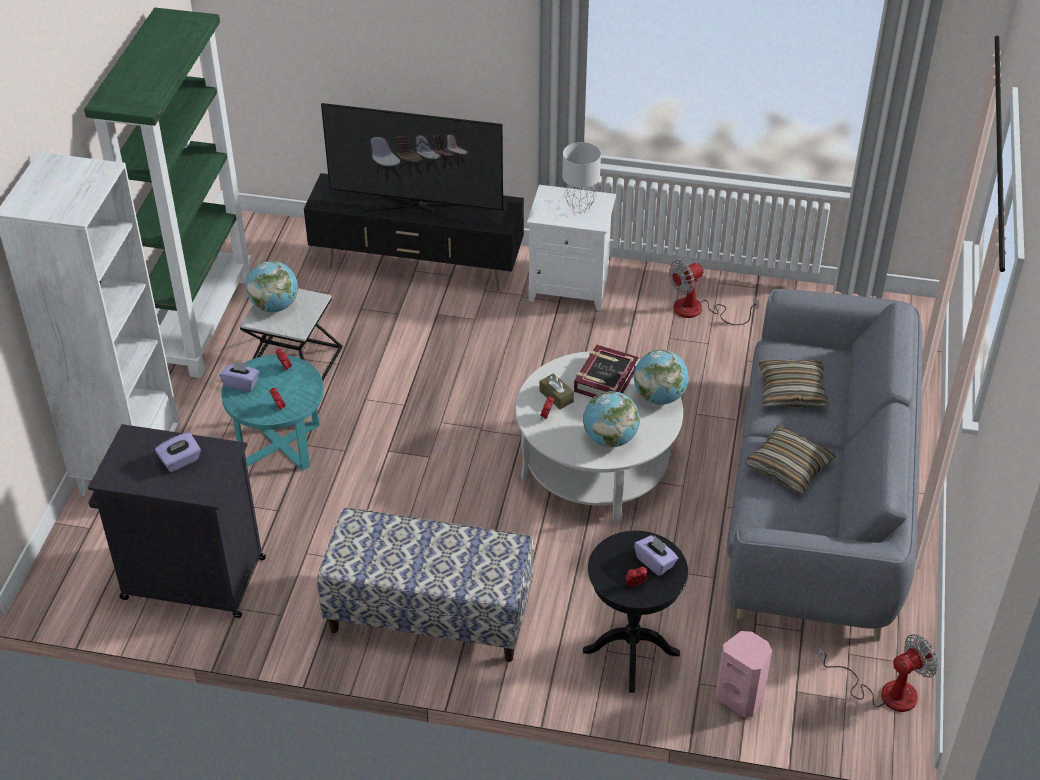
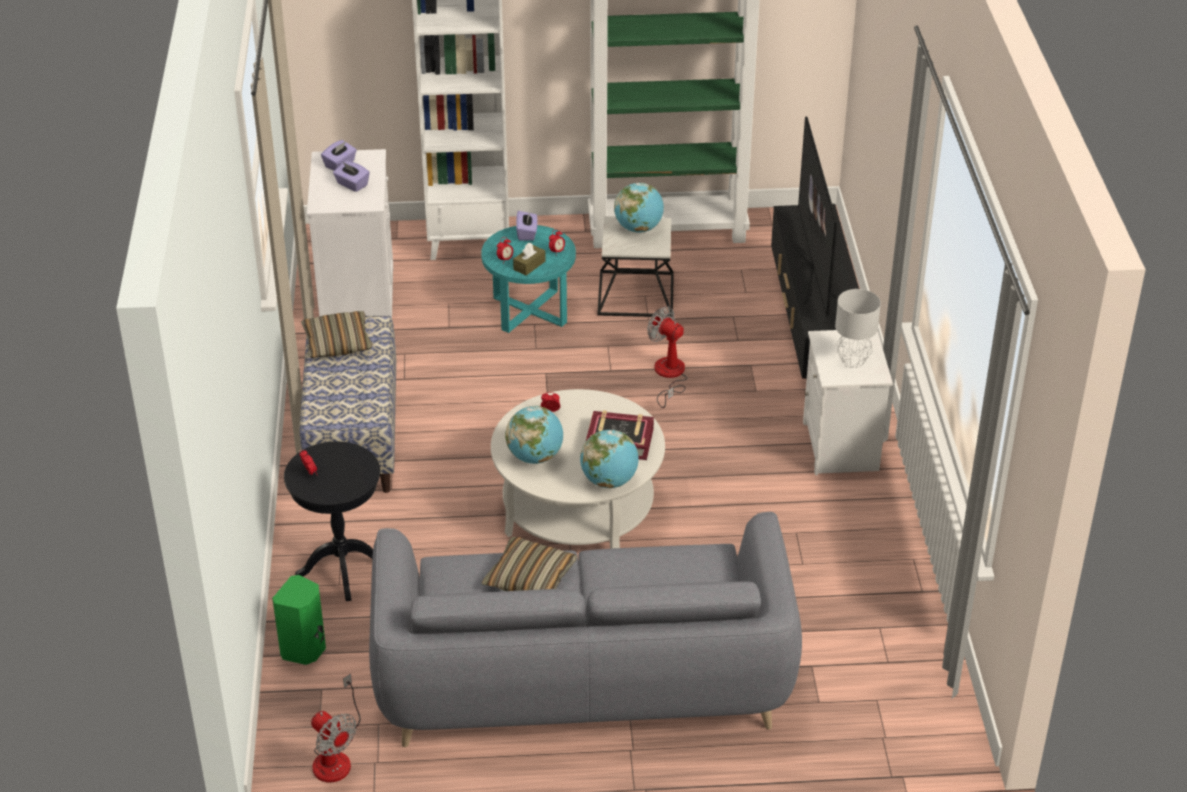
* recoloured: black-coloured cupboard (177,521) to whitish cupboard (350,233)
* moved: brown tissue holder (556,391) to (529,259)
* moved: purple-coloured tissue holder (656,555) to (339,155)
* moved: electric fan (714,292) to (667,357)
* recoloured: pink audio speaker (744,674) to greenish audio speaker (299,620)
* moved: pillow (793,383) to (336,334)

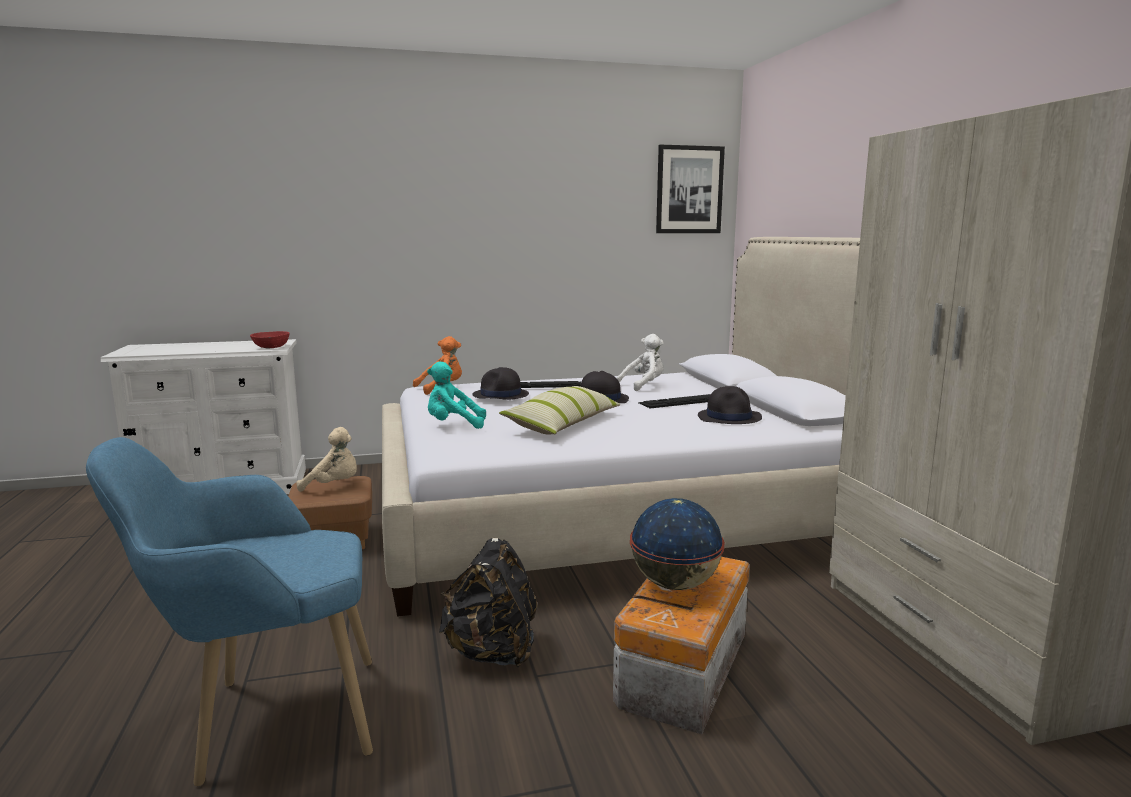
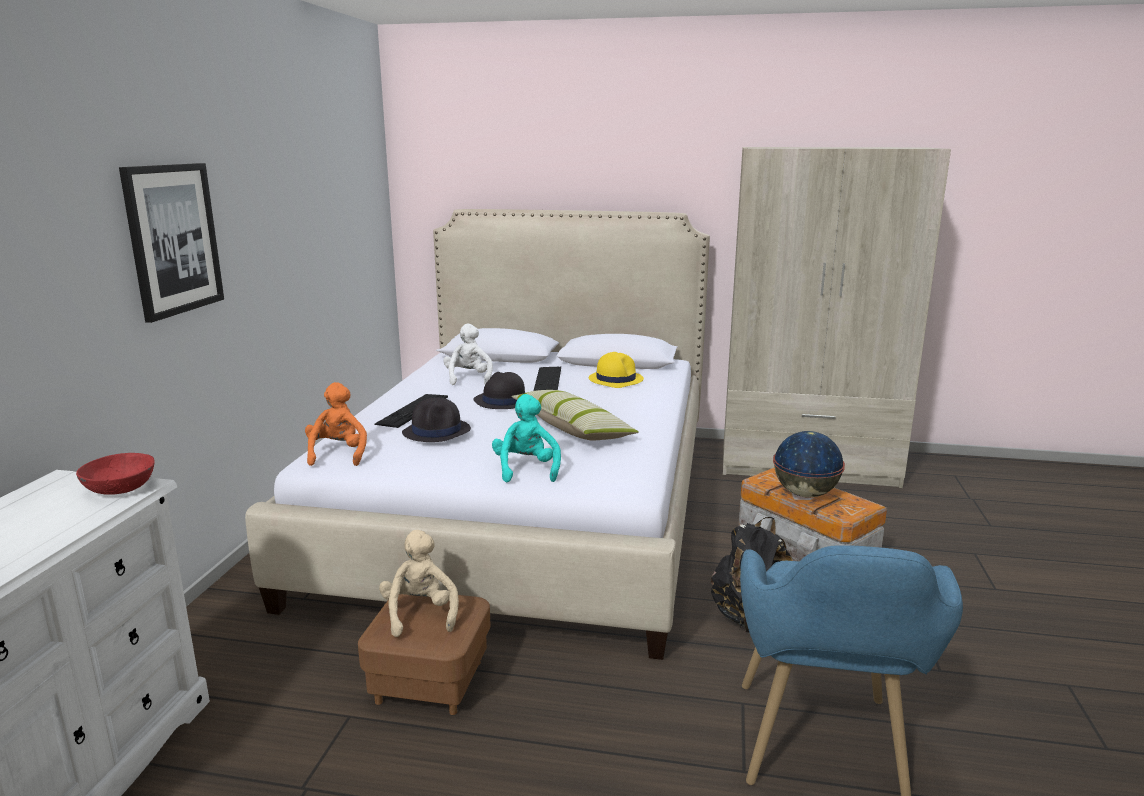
* turned: beige-coloured soft toy (326,459) = (419,583) 45 degrees counterclockwise
* turned: blue-green soft toy (456,395) = (526,438) 150 degrees clockwise
* moved: picture (690,189) to (171,243)
* recoloured: black-coloured clothing hat (730,405) to yellowish clothing hat (616,370)

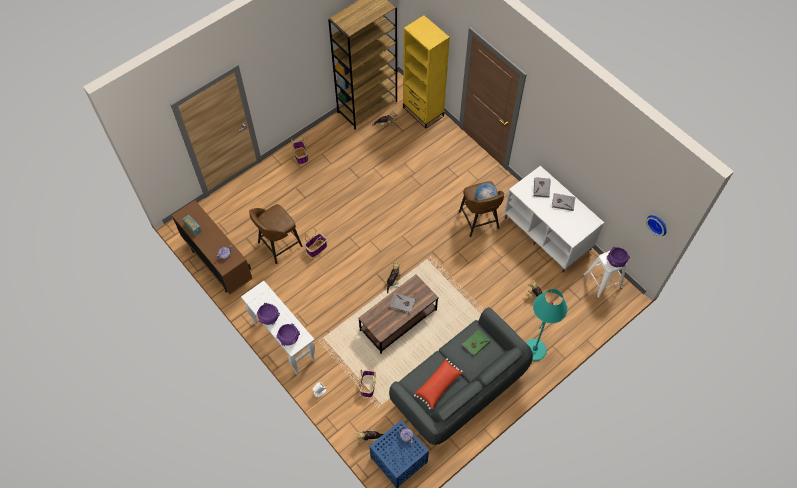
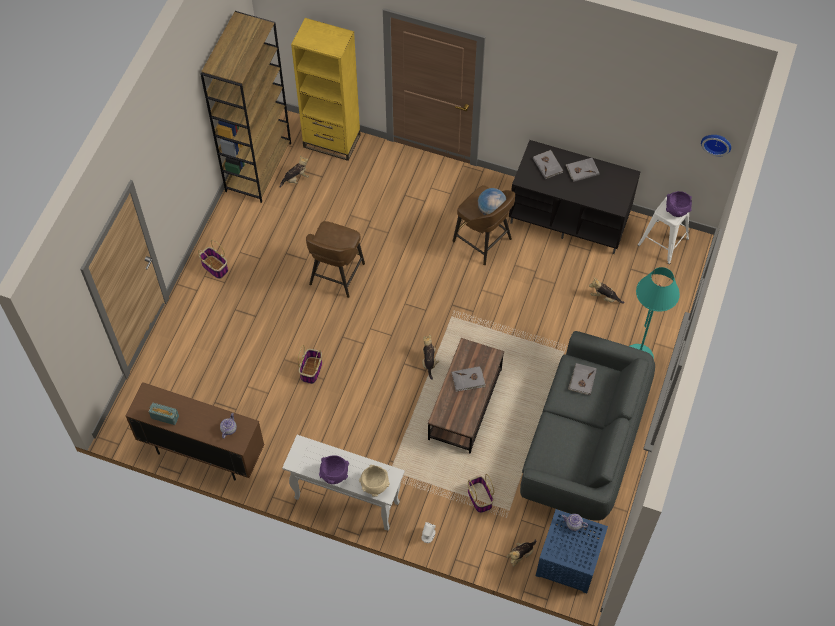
* moved: brown stool seat (275,234) to (335,259)
* recoloured: purple-coloured serving bowl (288,334) to beige-coloured serving bowl (374,481)
* removed: red pillow (438,383)
* recoloured: greenish bound book (476,343) to gray bound book (582,379)
* recoloured: whitish tv unit (554,219) to black-coloured tv unit (574,197)

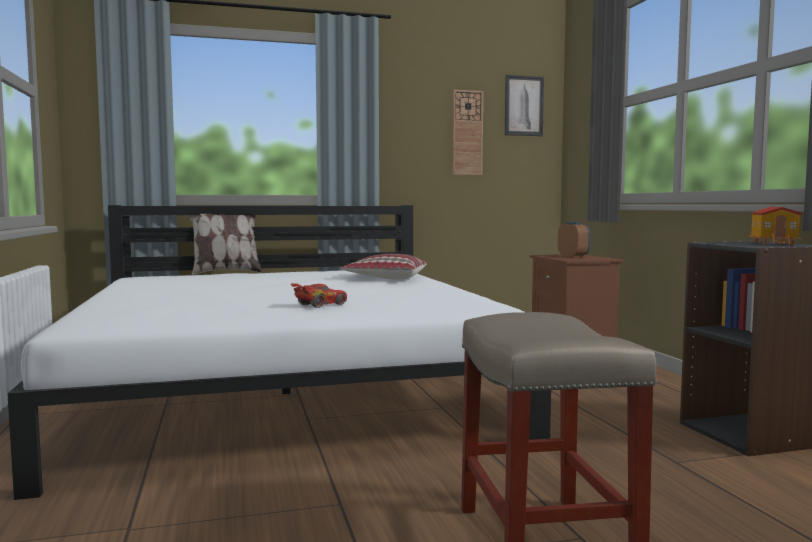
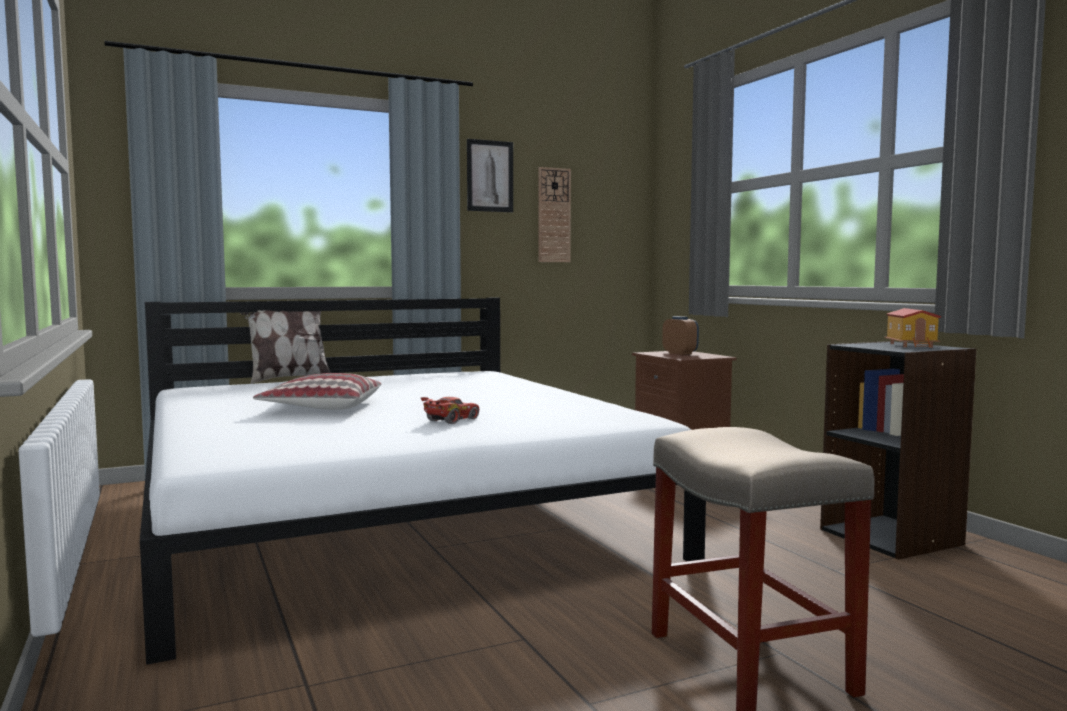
* moved: pillow (383,267) to (317,391)
* moved: picture (524,105) to (490,175)

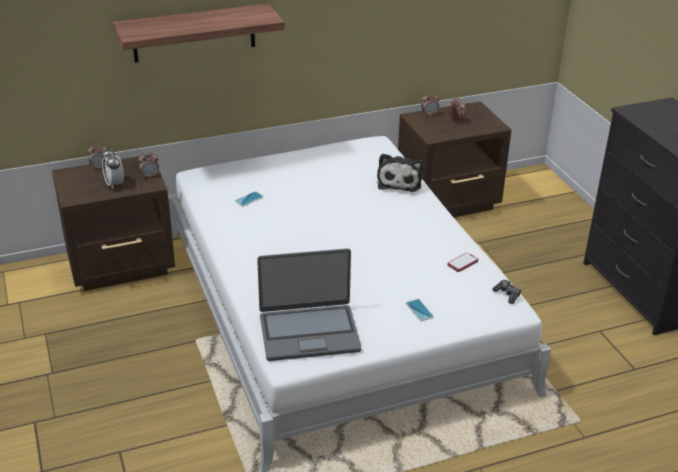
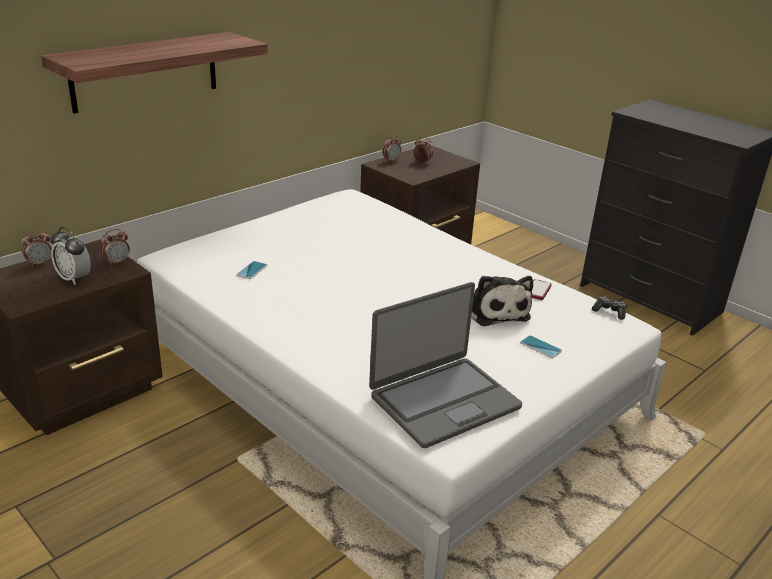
* moved: soft toy (400,172) to (502,301)

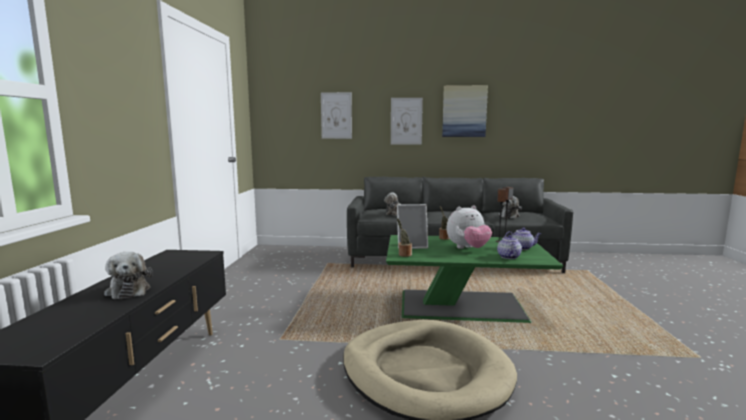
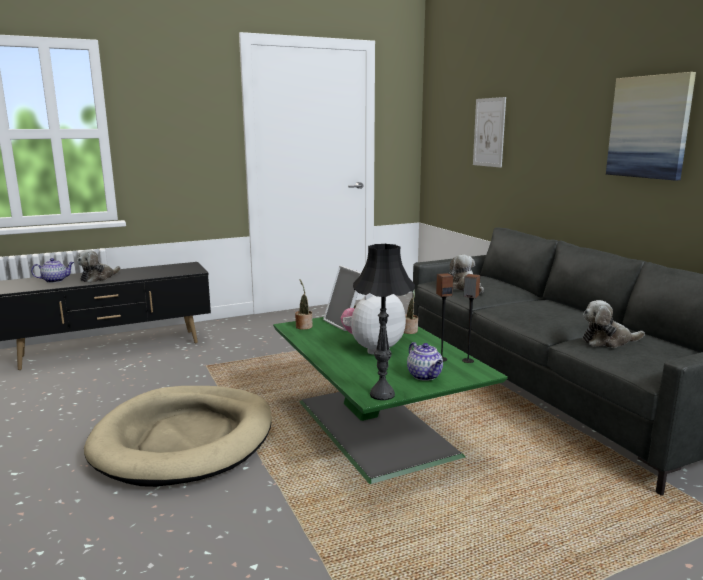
* removed: picture (407,121)
* turned: soft toy (469,227) = (373,323) 105 degrees clockwise
* moved: tea pot (509,247) to (52,270)
* added: black-coloured tabletop lamp (384,322)

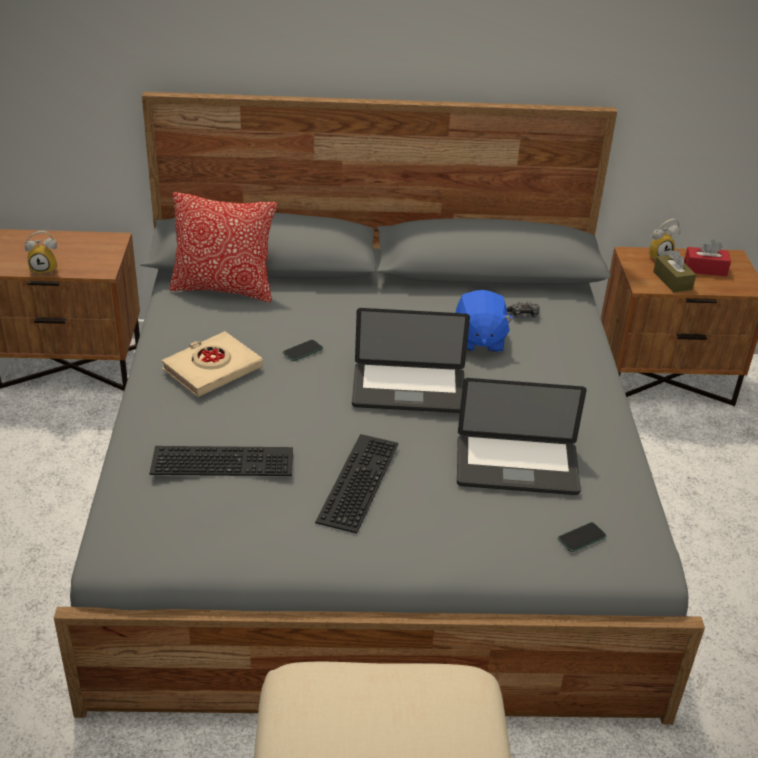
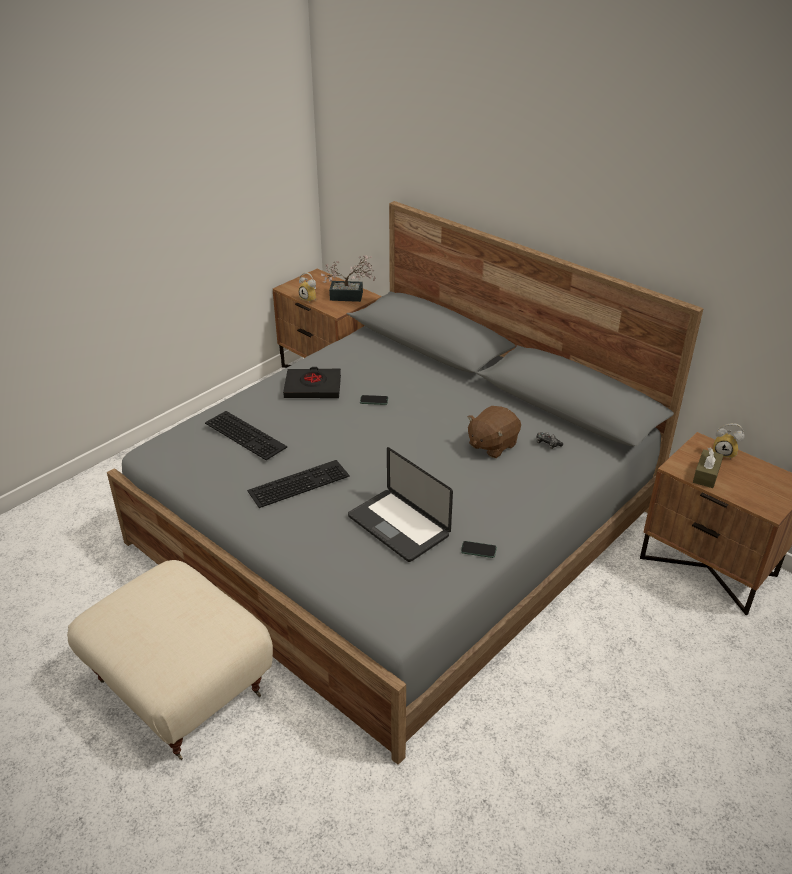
* recoloured: beige-coloured bound book (212,364) to black-coloured bound book (312,382)
* removed: pillow (223,247)
* removed: laptop (411,360)
* recoloured: blue soft toy (485,321) to brown soft toy (494,432)
* moved: telephone (582,537) to (479,549)
* removed: red tissue holder (707,257)
* added: houseplant (348,278)

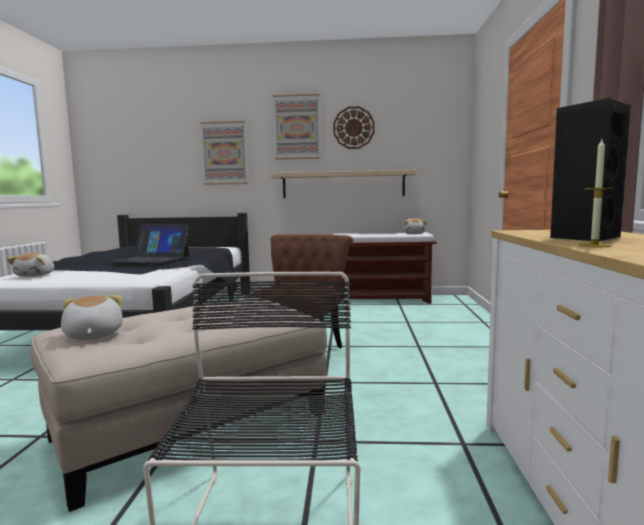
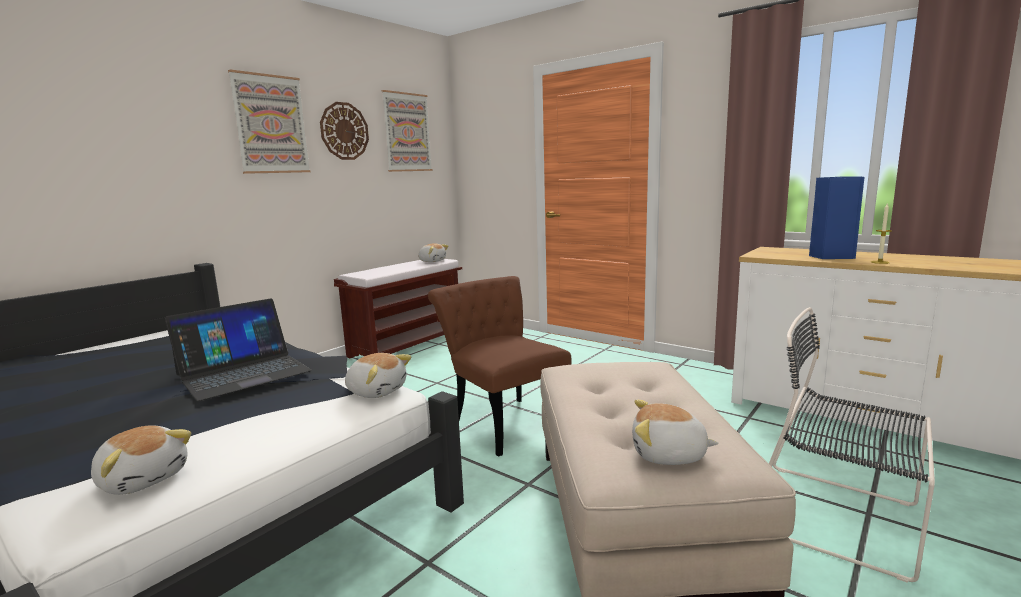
* moved: picture (224,153) to (407,131)
* removed: beige-coloured bracket shelf (343,184)
* recoloured: black-coloured audio speaker (590,170) to blue audio speaker (836,218)
* added: soft toy (378,375)

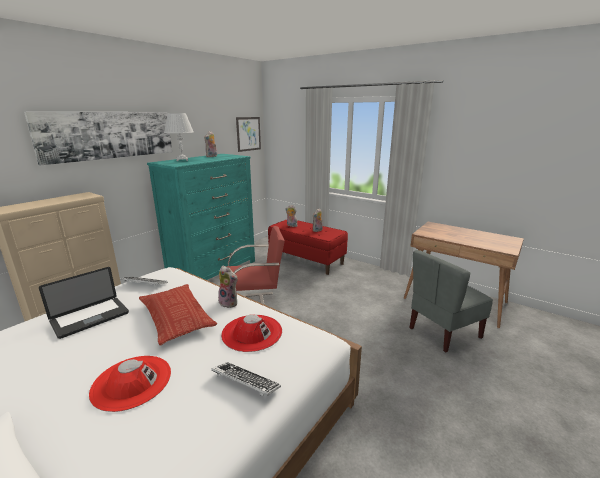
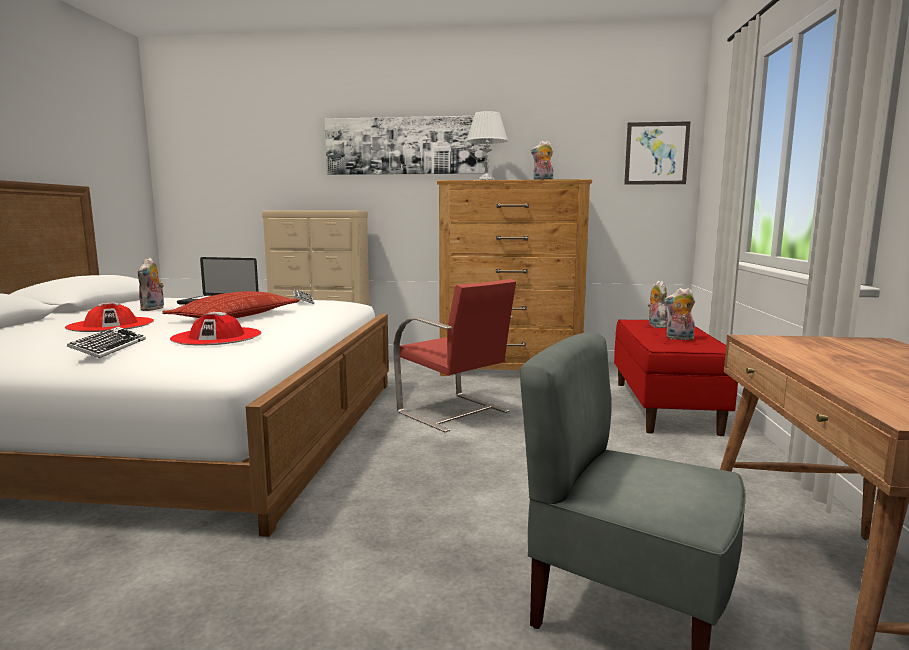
* recoloured: blue-green dresser (201,217) to brown dresser (514,277)
* moved: soft toy (228,286) to (151,284)

